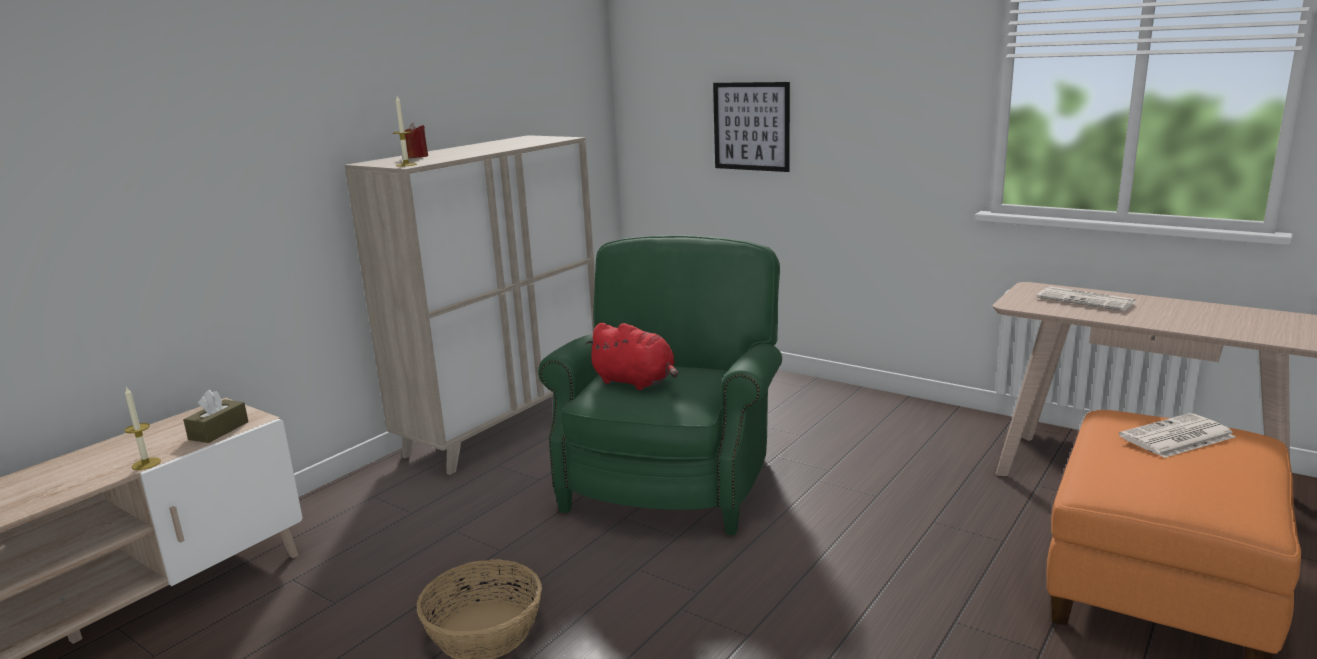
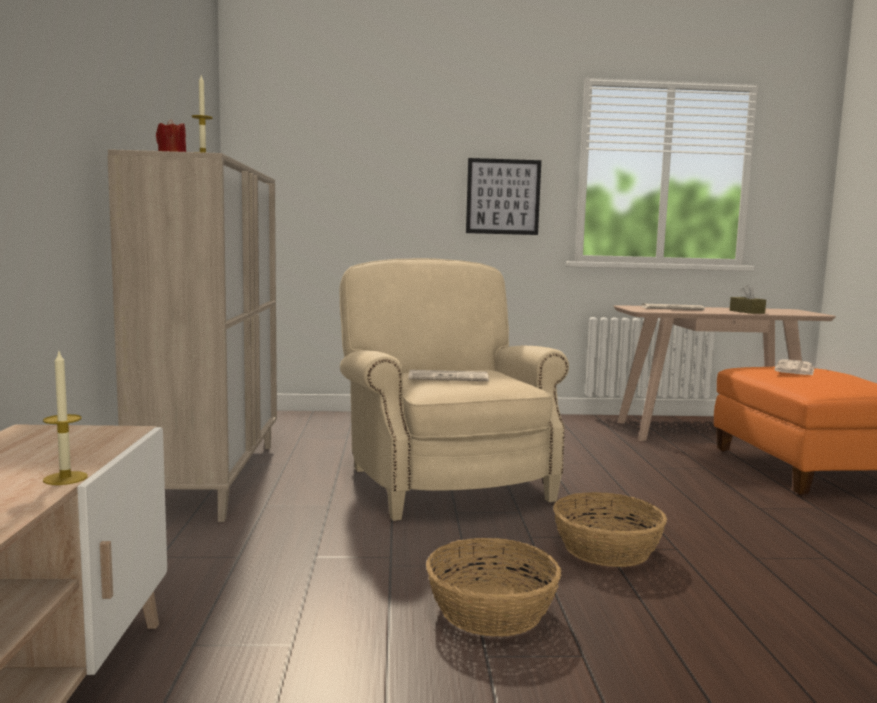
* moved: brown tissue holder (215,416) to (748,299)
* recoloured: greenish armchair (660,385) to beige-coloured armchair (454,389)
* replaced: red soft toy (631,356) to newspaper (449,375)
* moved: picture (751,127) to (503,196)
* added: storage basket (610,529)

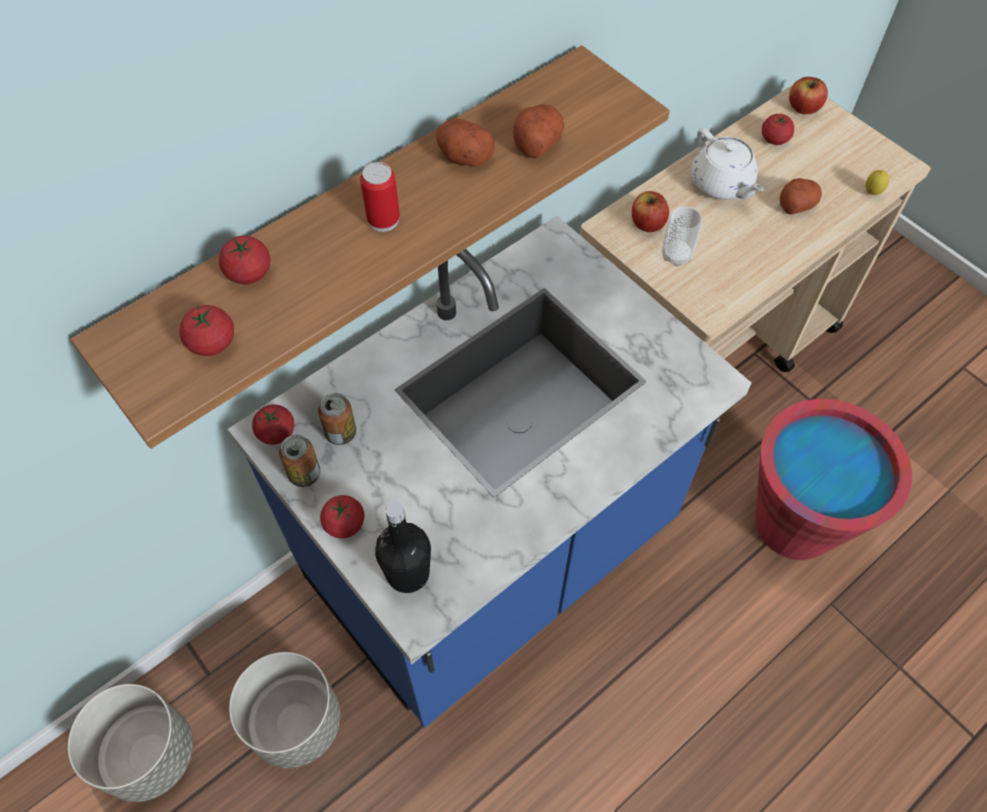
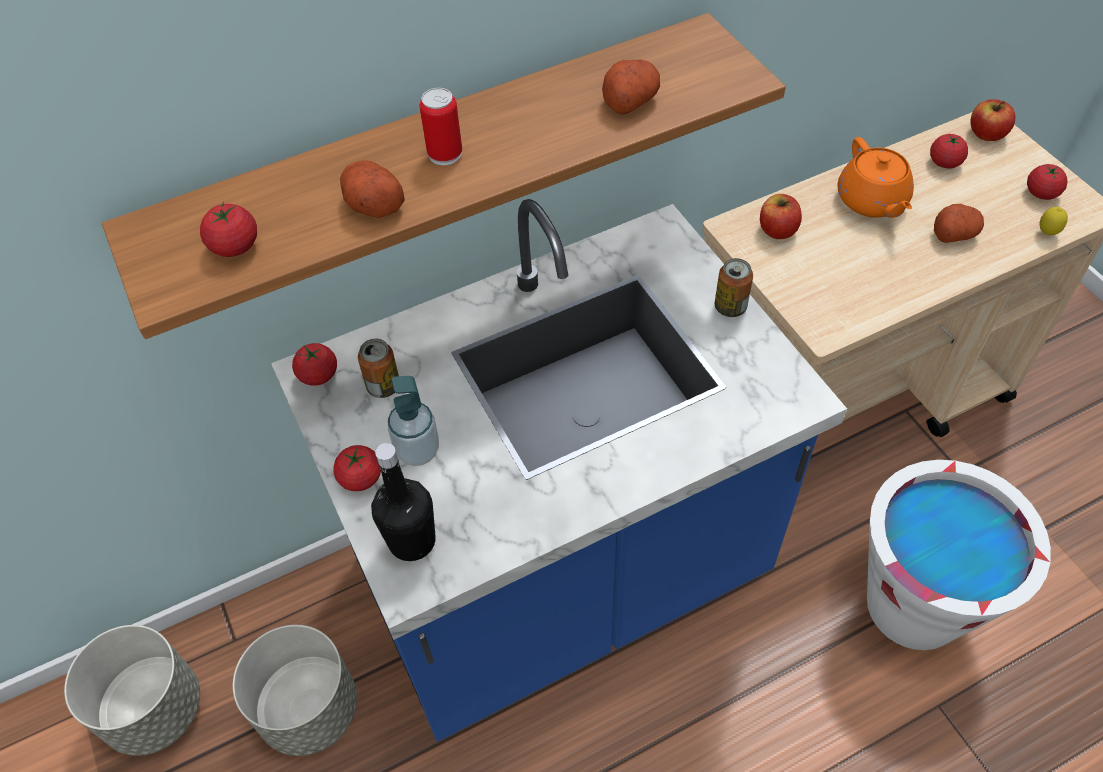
* moved: whole tomato (244,260) to (1047,182)
* moved: sealed can (299,461) to (734,287)
* moved: whole potato (465,142) to (372,189)
* removed: cup (682,236)
* recoloured: whitish tea pot (727,164) to orange-coloured tea pot (876,177)
* recoloured: red water bucket (833,479) to whitish water bucket (959,555)
* added: liquid soap bottle (413,421)

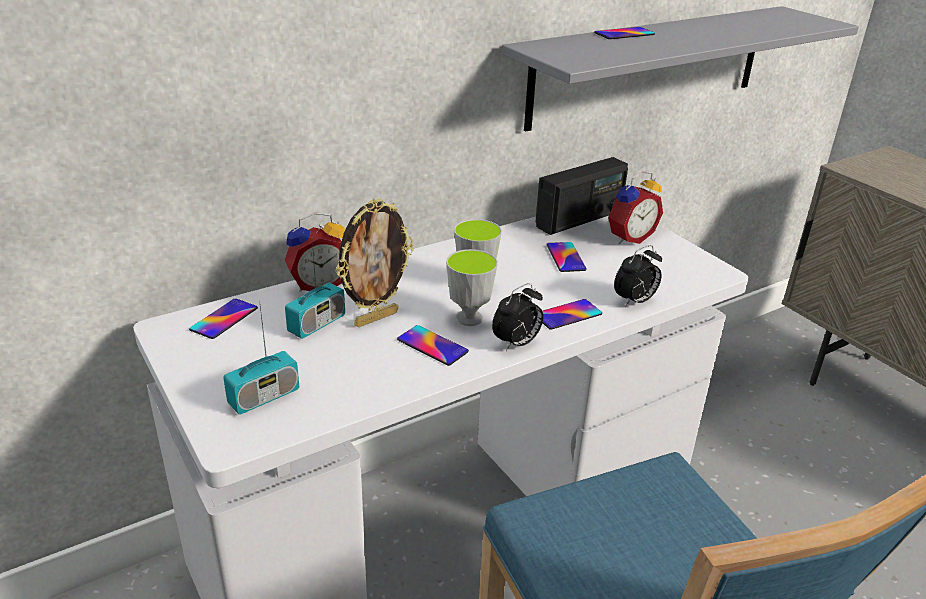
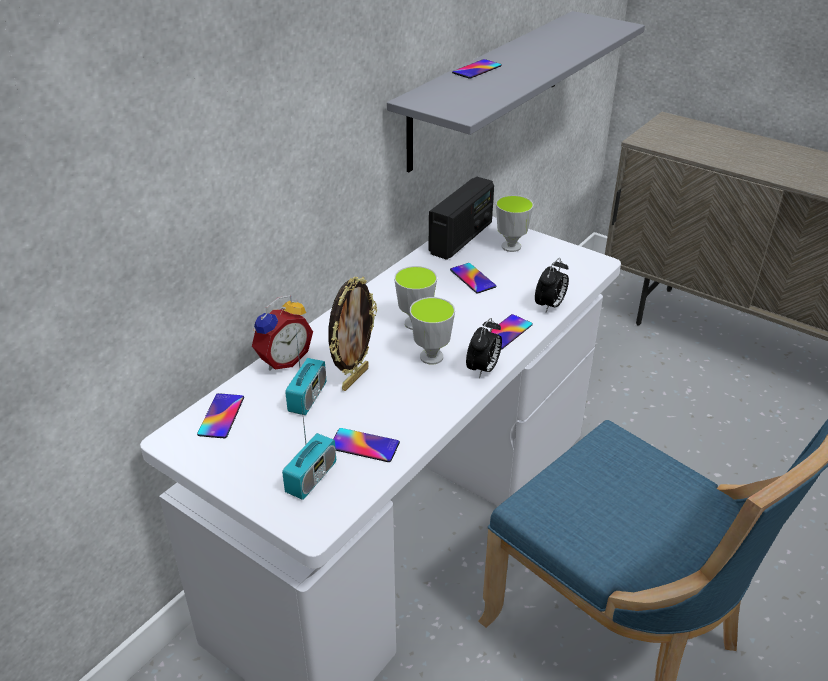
* moved: telephone (433,345) to (366,445)
* replaced: bedside clock (635,207) to cup (515,223)

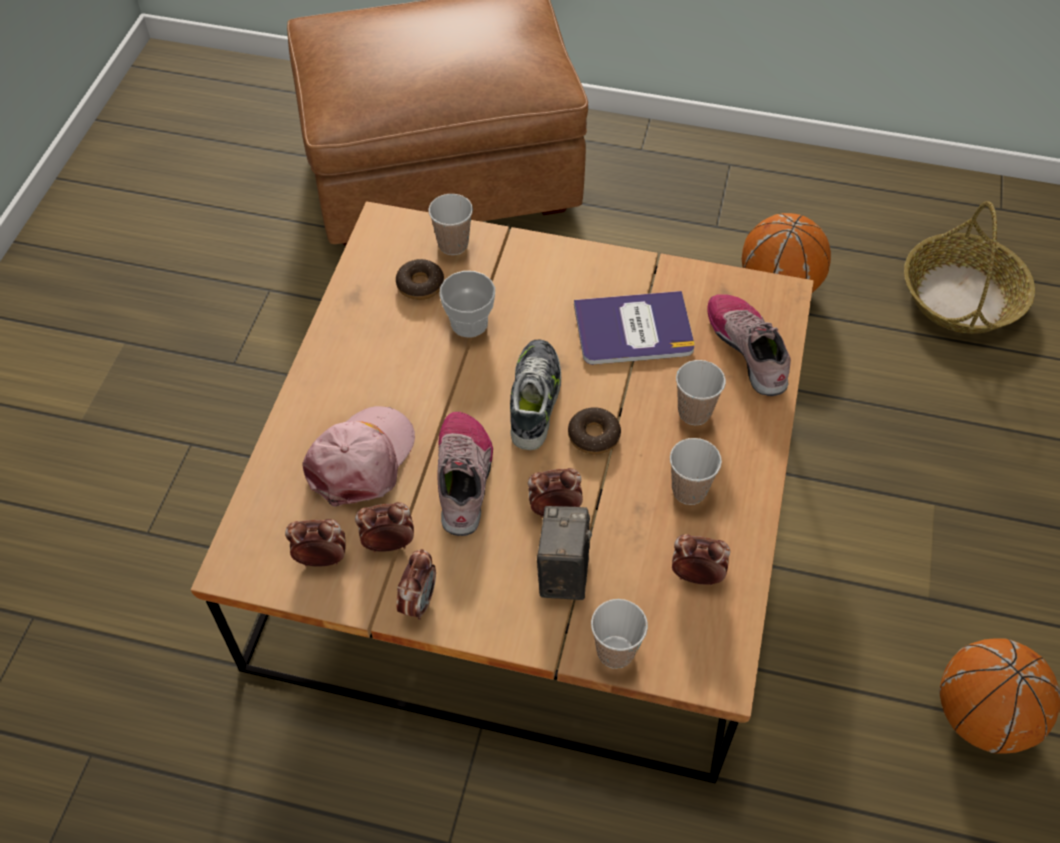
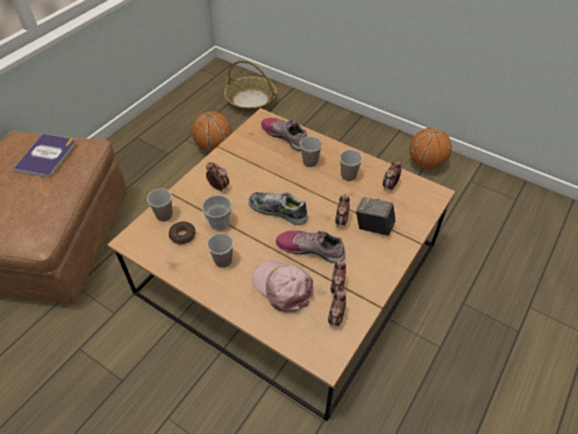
* moved: bedside clock (416,584) to (217,177)
* removed: ring doughnut (594,431)
* moved: bound book (634,328) to (44,155)
* moved: cup (619,634) to (220,250)
* turned: shoe (749,345) = (284,134) 45 degrees clockwise

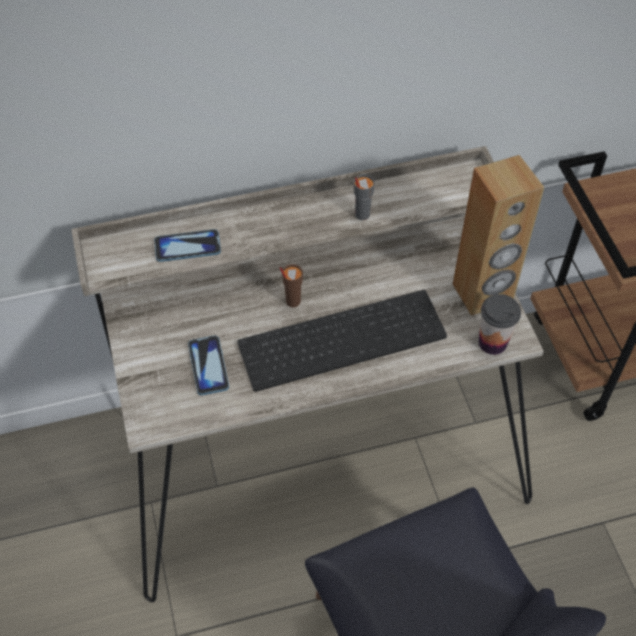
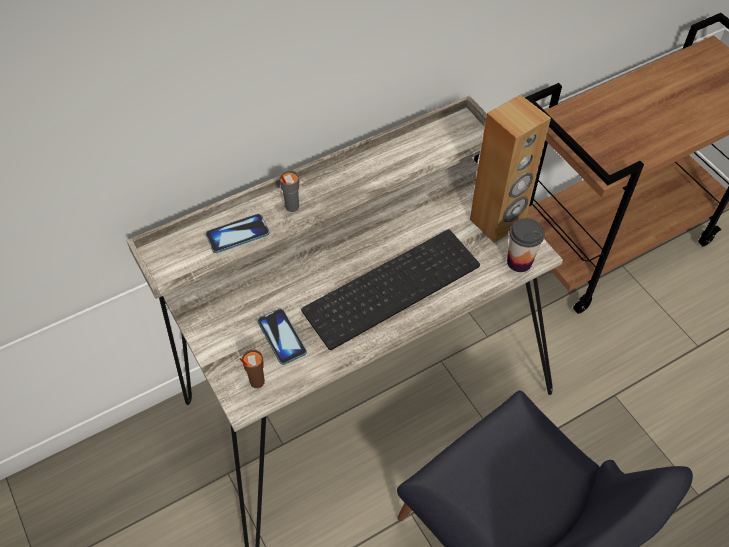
* moved: brown cup (291,285) to (252,369)
* moved: gray cup (364,197) to (289,191)

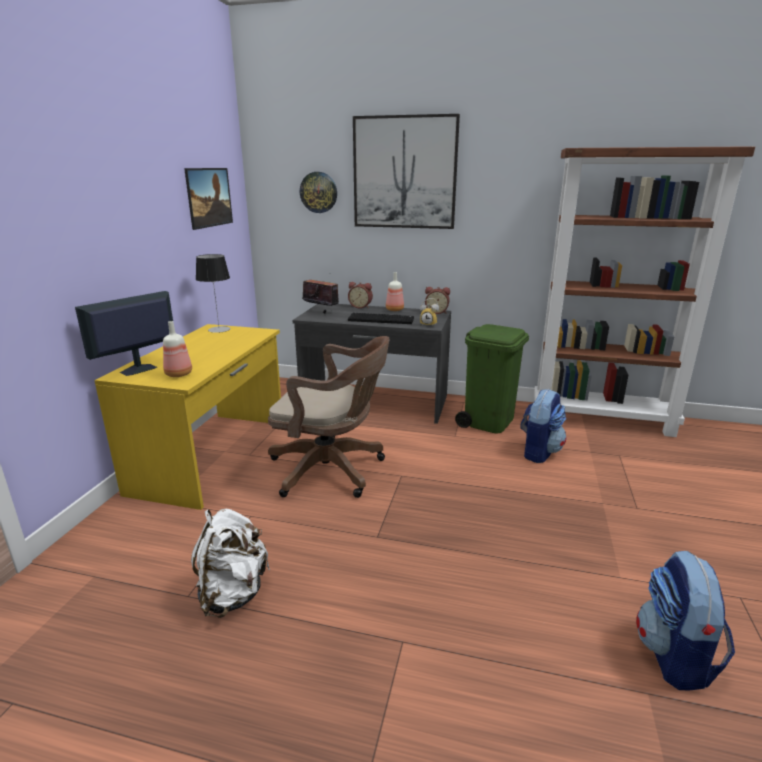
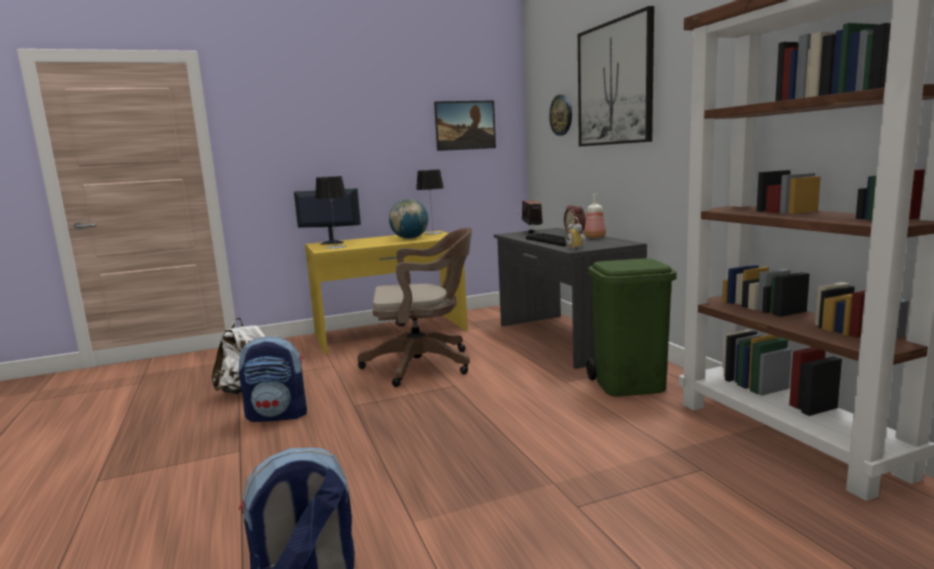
* replaced: drink bottle (177,349) to tabletop lamp (331,212)
* turned: brown office chair (329,417) = (415,307) 75 degrees counterclockwise
* removed: bedside clock (437,300)
* moved: backpack (543,426) to (273,379)
* added: world globe (408,219)

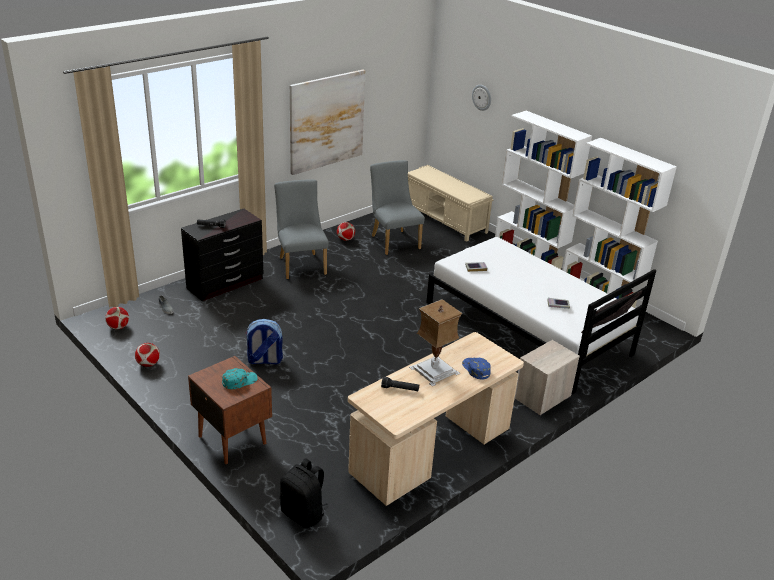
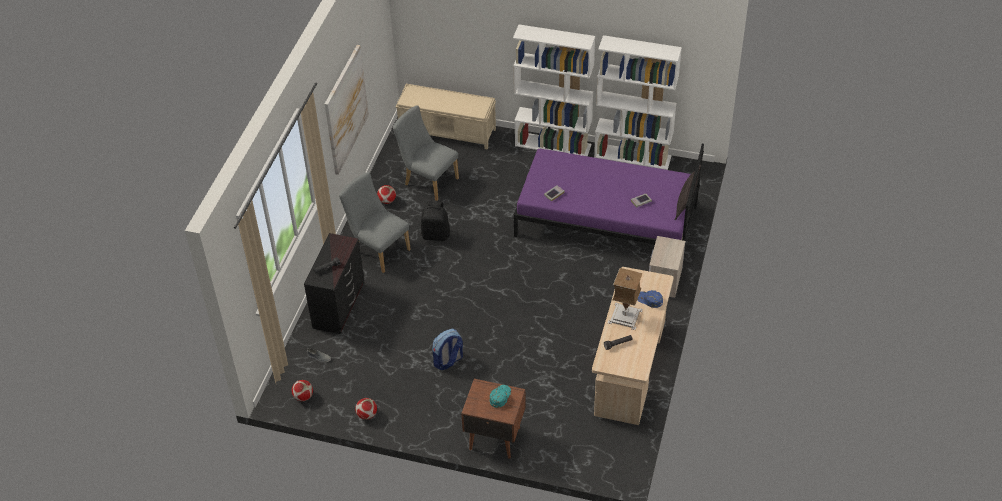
* moved: black-coloured backpack (304,493) to (435,221)
* recoloured: whitish bed (541,316) to purple-coloured bed (609,194)
* removed: hanging clock (481,98)

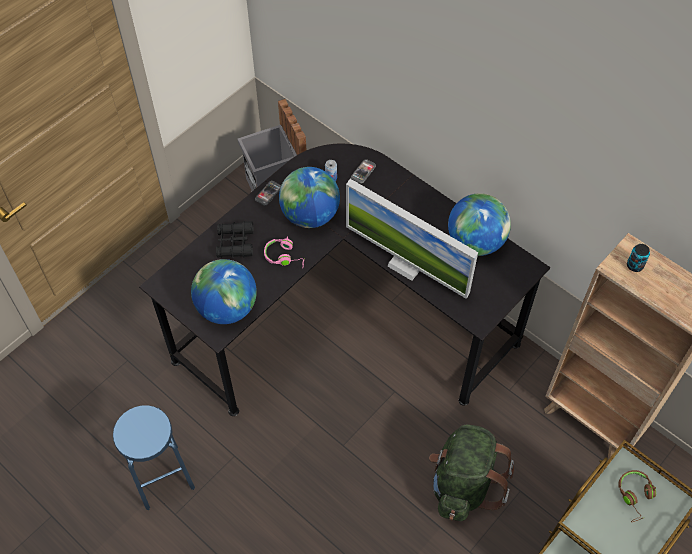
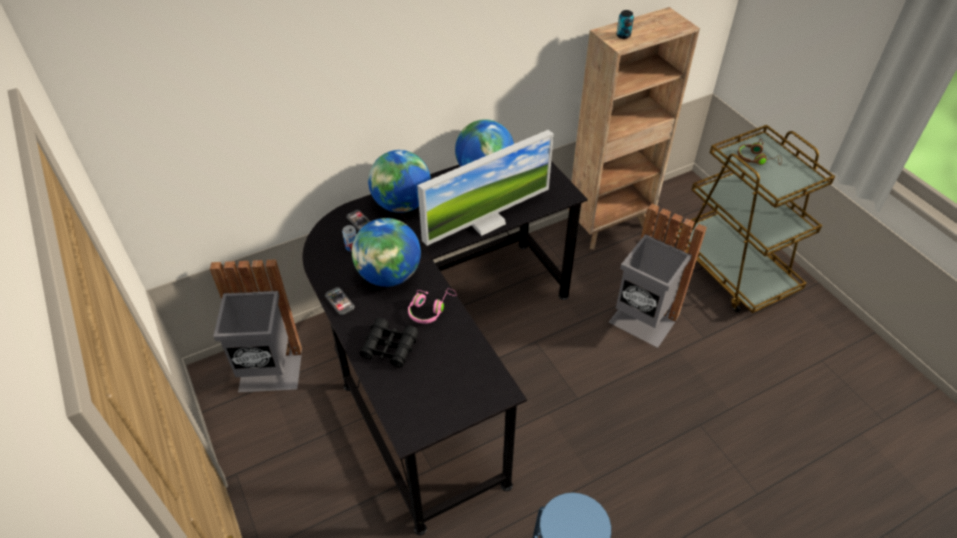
* moved: world globe (224,291) to (399,181)
* replaced: greenish backpack (471,472) to gray waste bin (657,275)

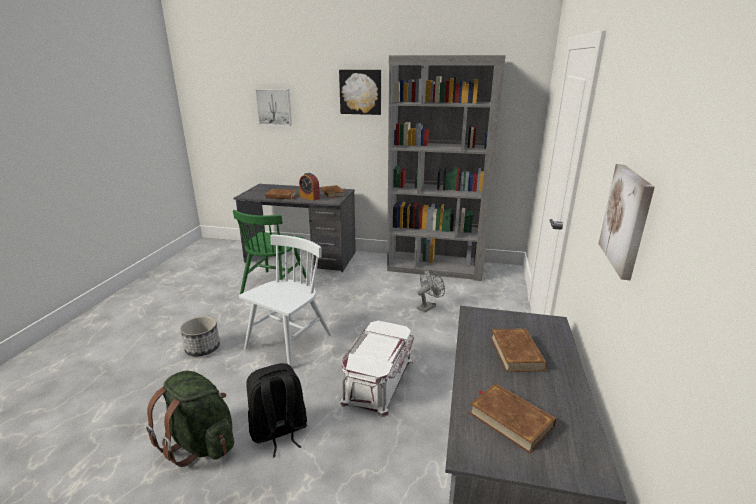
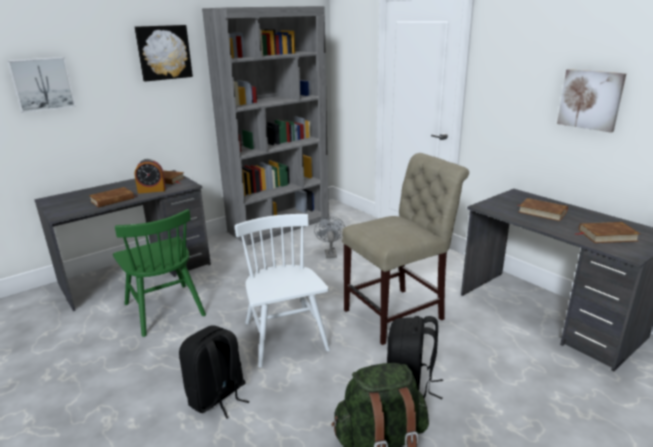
* replaced: plant pot (200,336) to black-coloured backpack (214,372)
* replaced: whitish storage bin (377,369) to beige-coloured chair (405,249)

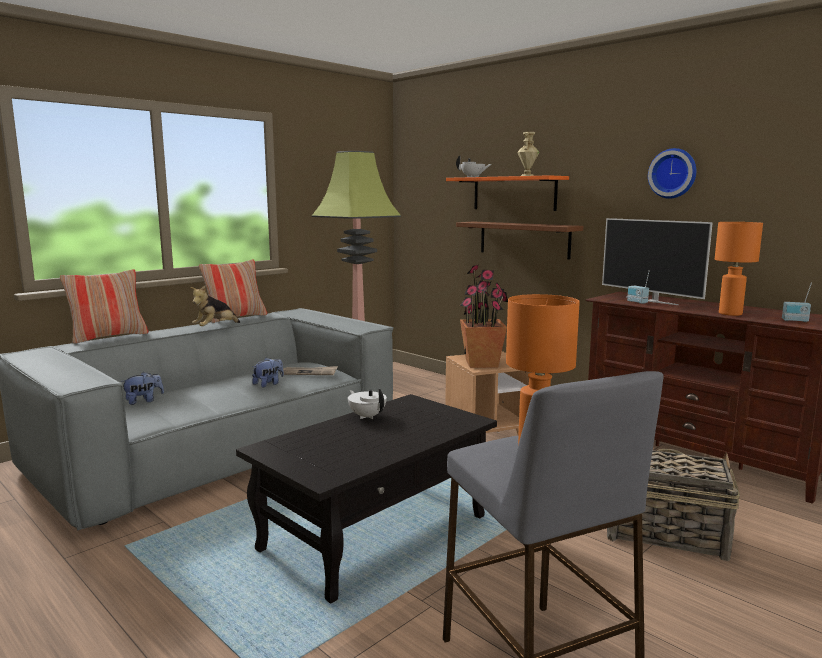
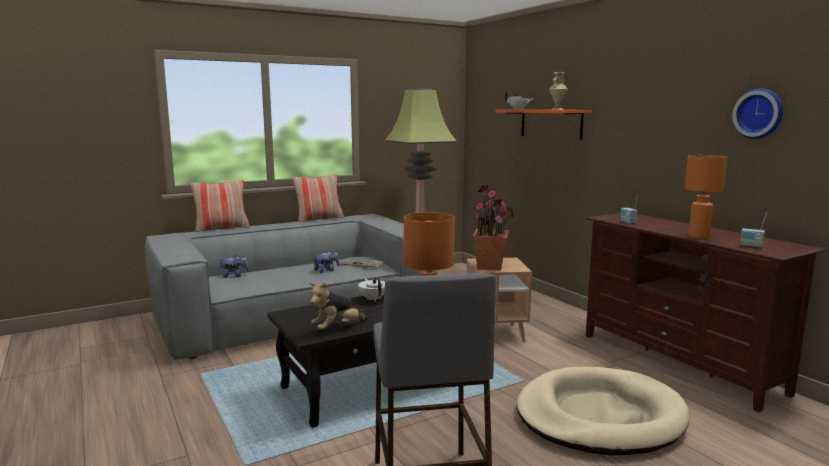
* moved: soft toy (215,306) to (338,306)
* removed: brown bracket shelf (519,240)
* removed: television (657,261)
* replaced: storage basket (673,505) to beige-coloured pet bed (603,411)
* moved: hanging clock (672,173) to (757,113)

